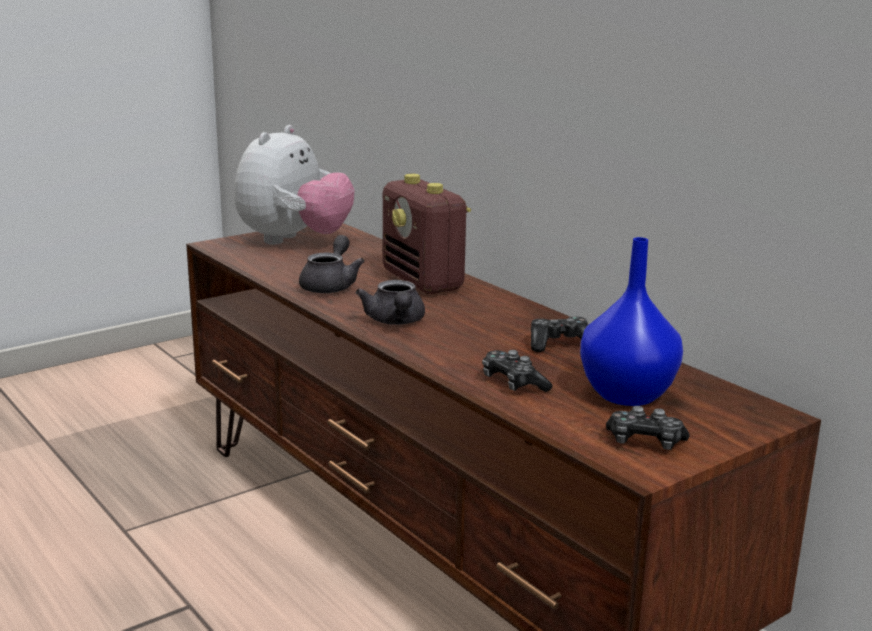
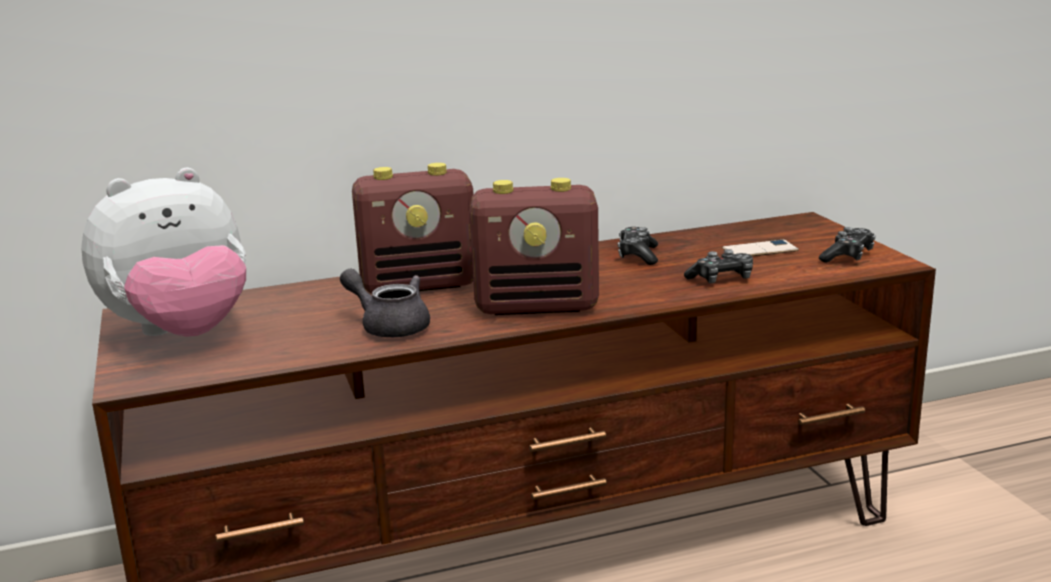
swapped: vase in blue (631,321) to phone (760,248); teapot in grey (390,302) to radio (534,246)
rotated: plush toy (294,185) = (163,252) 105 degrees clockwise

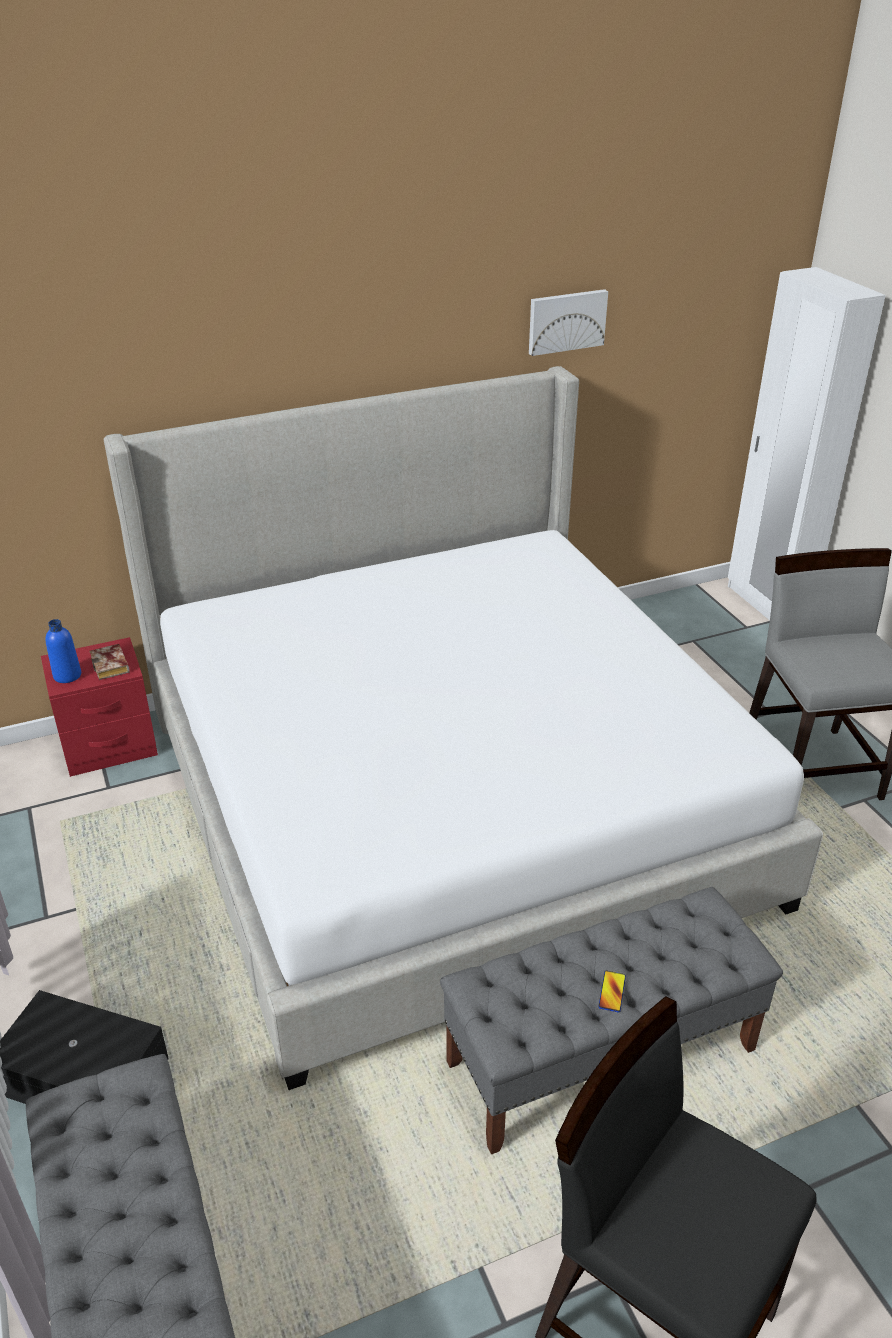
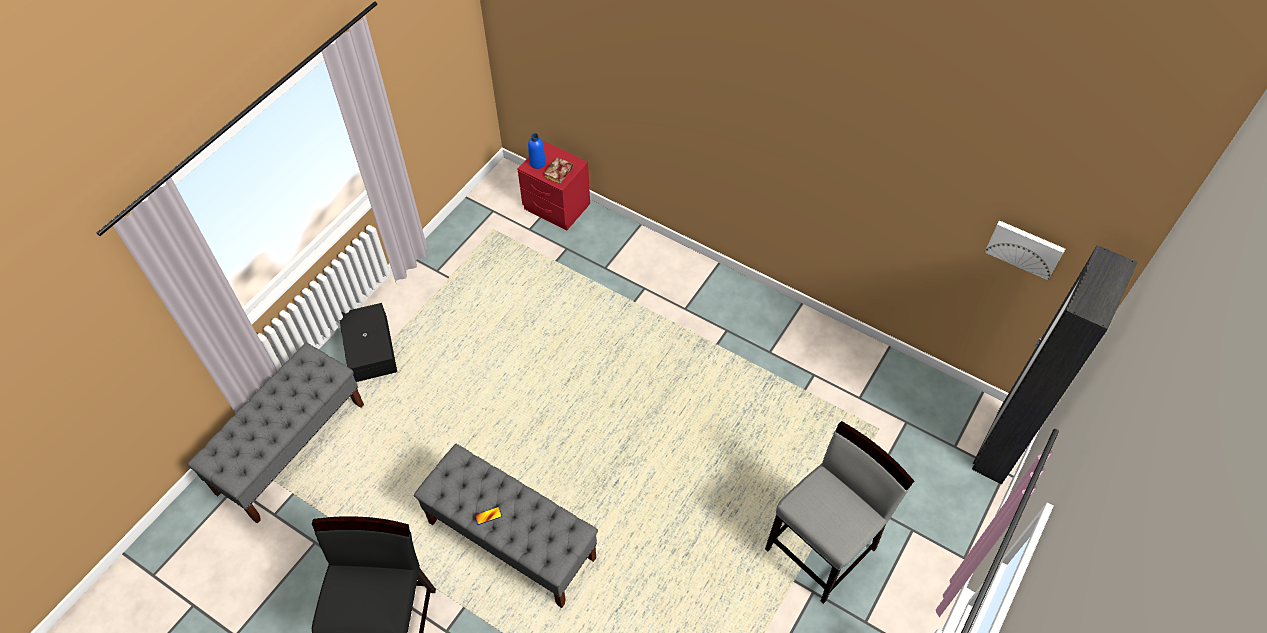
gone: bed (463,728)
shifted: picture (568,322) to (1025,250)
repainted: wardrobe in white (807,443) to wardrobe in black (1055,365)

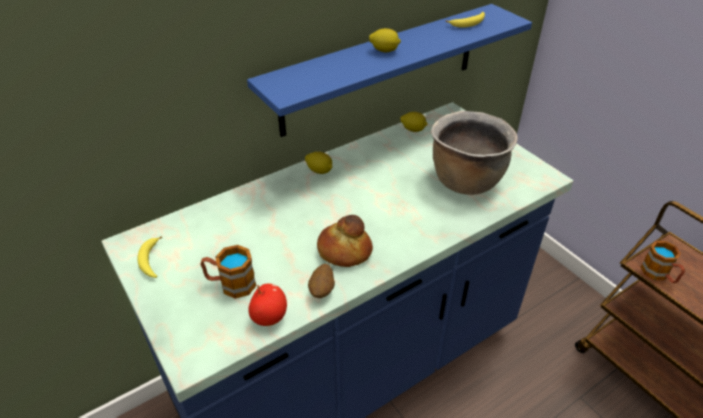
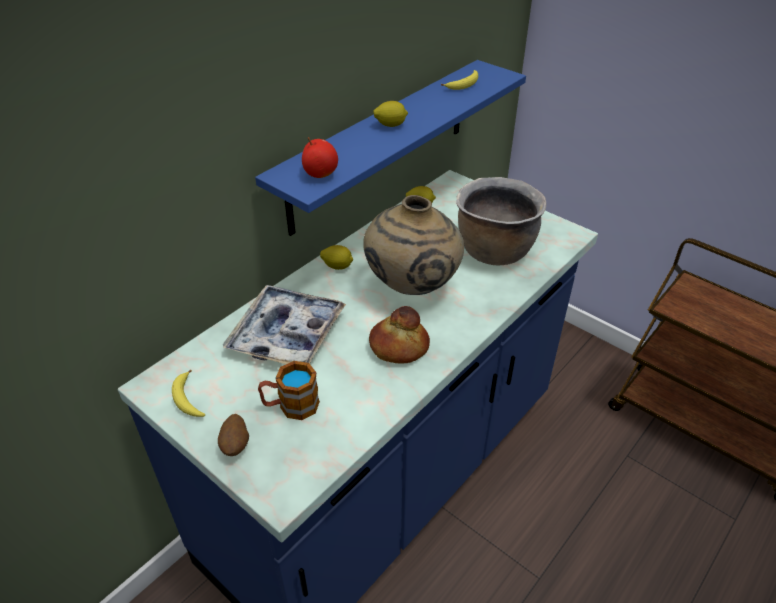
gone: mug (662,262)
new: vase in beige (413,245); tray (284,324)
shifted: potato (321,281) to (233,435); apple (267,305) to (320,157)

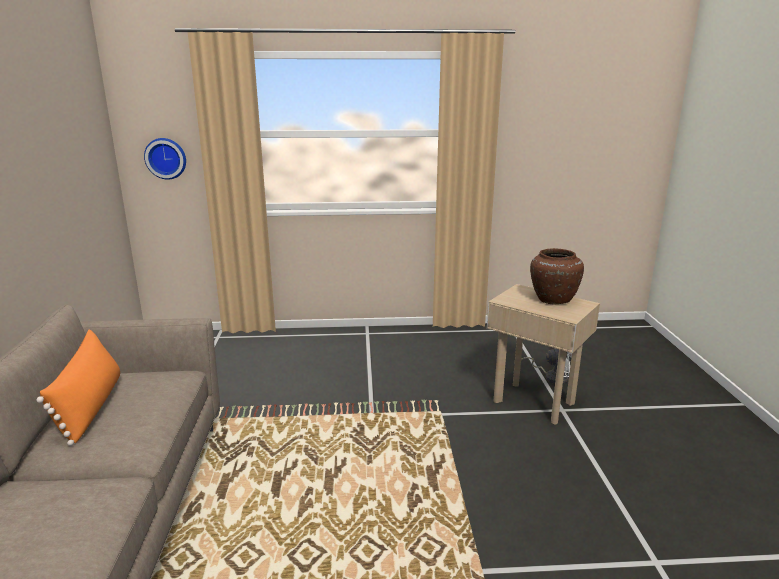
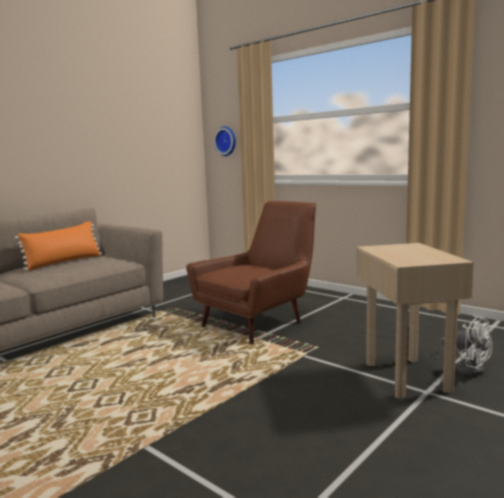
gone: vase in brown (557,276)
new: armchair in brown (251,272)

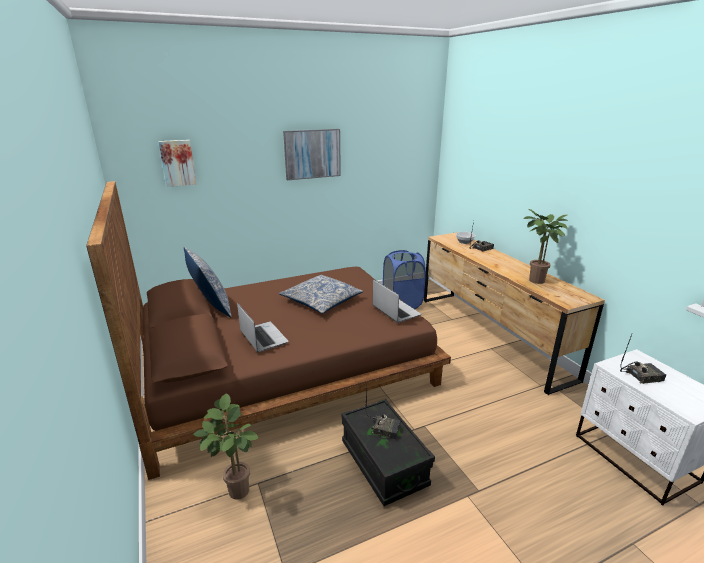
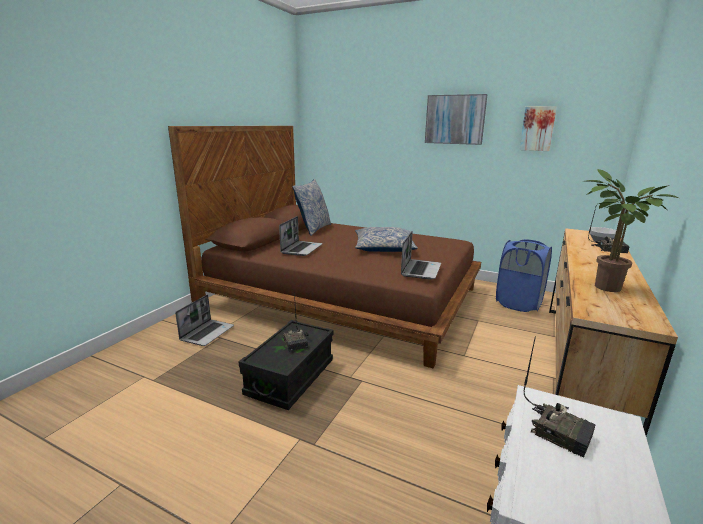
shifted: picture (177,163) to (538,128)
swapped: potted plant (225,446) to laptop (204,320)

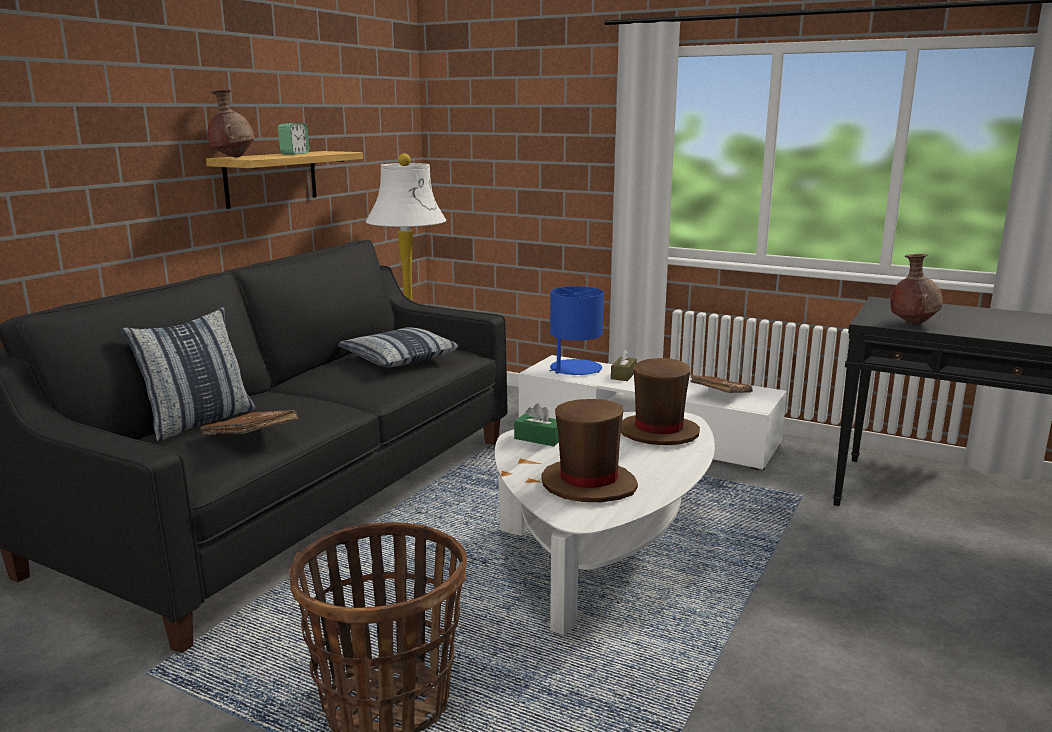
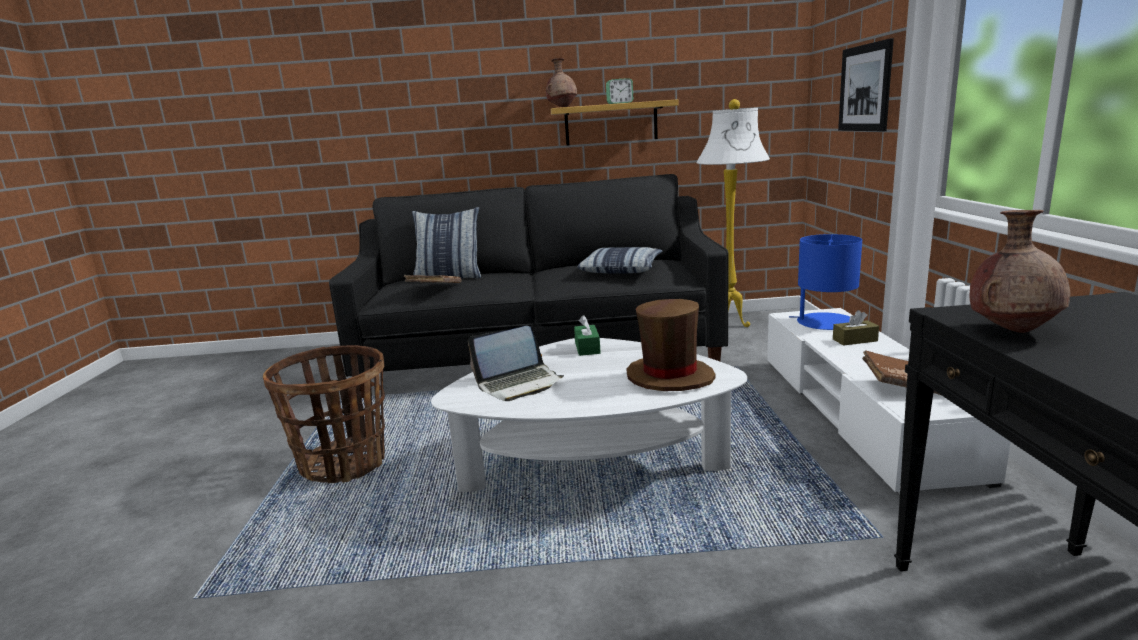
new: picture (866,84)
swapped: hat in brown (590,450) to laptop (516,363)

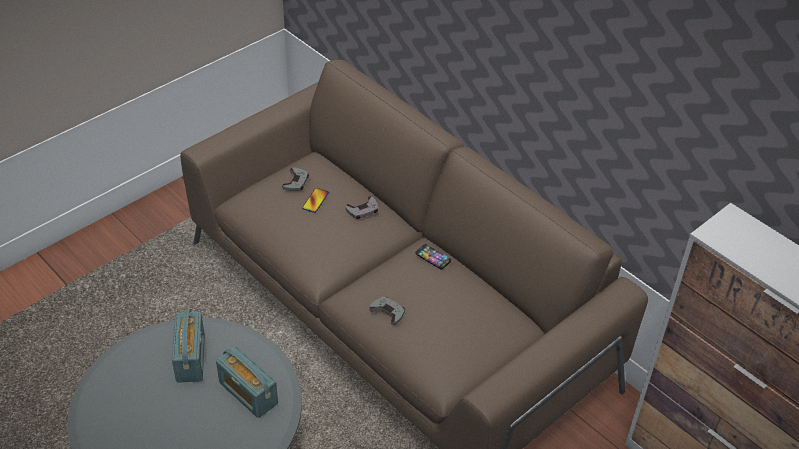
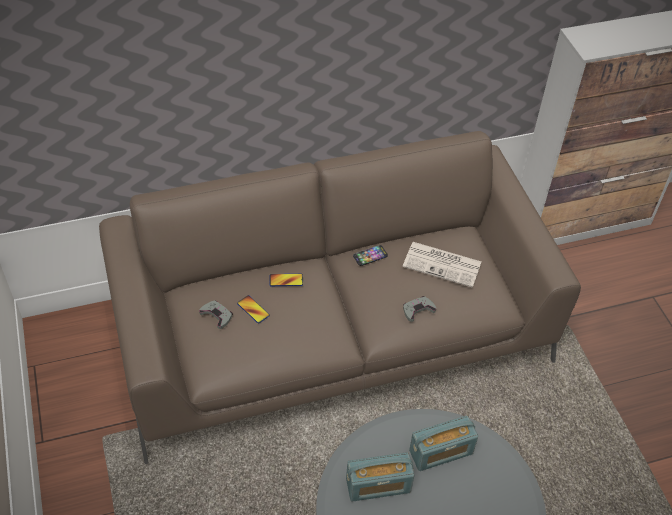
new: newspaper (442,265)
swapped: game controller in grey (362,207) to phone (286,280)
rotated: radio (188,346) = (380,477) 150 degrees clockwise

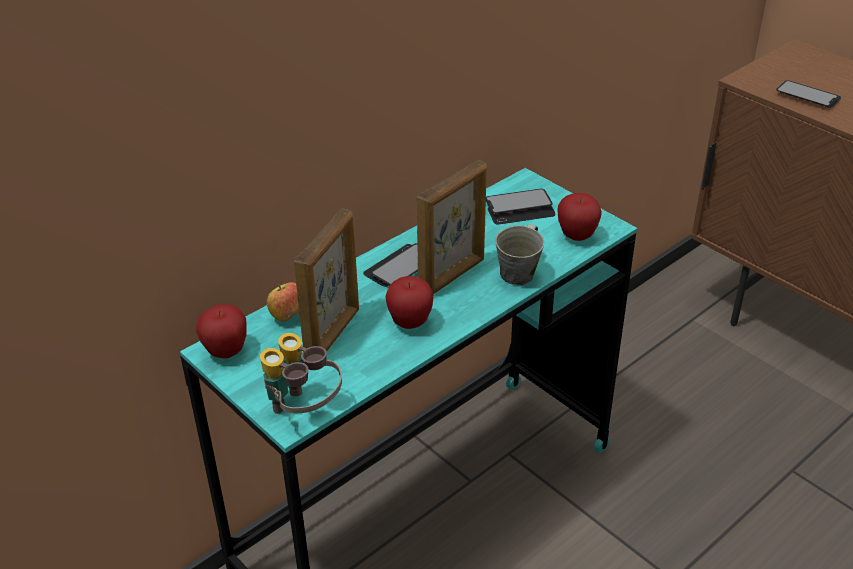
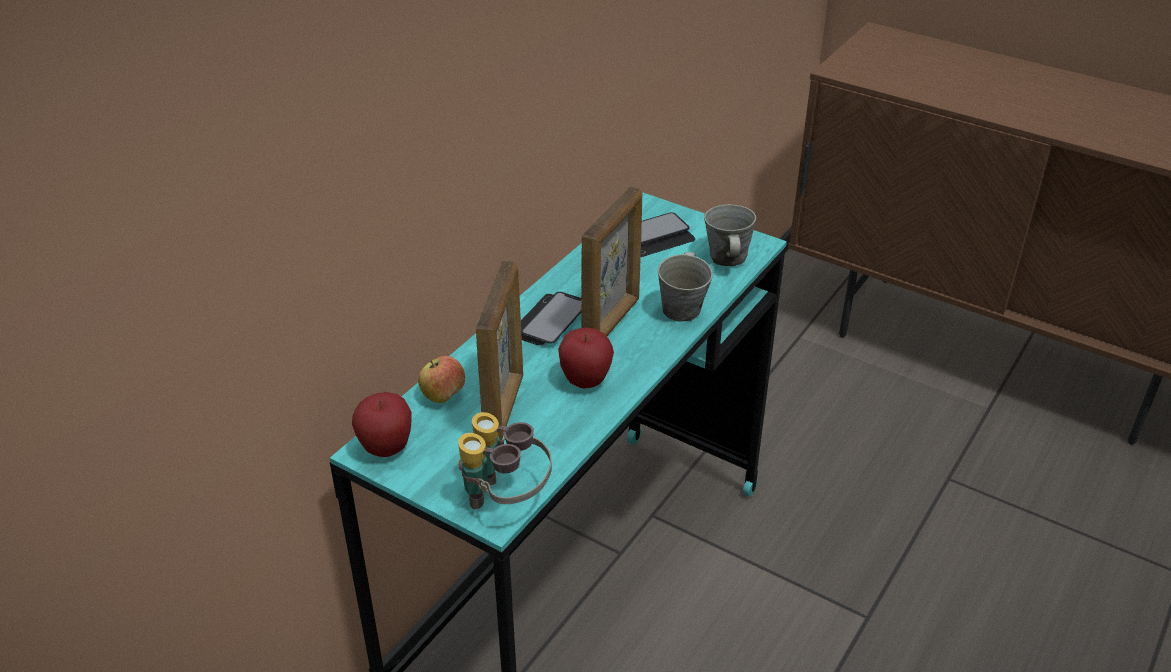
gone: phone (808,94)
swapped: apple (579,217) to mug in grey (730,235)

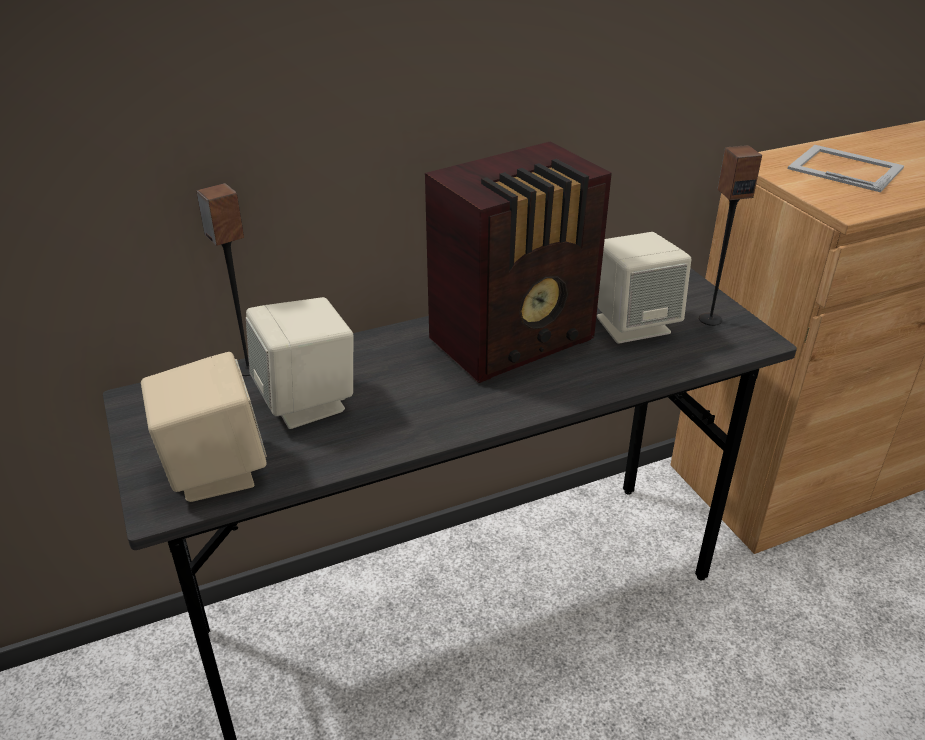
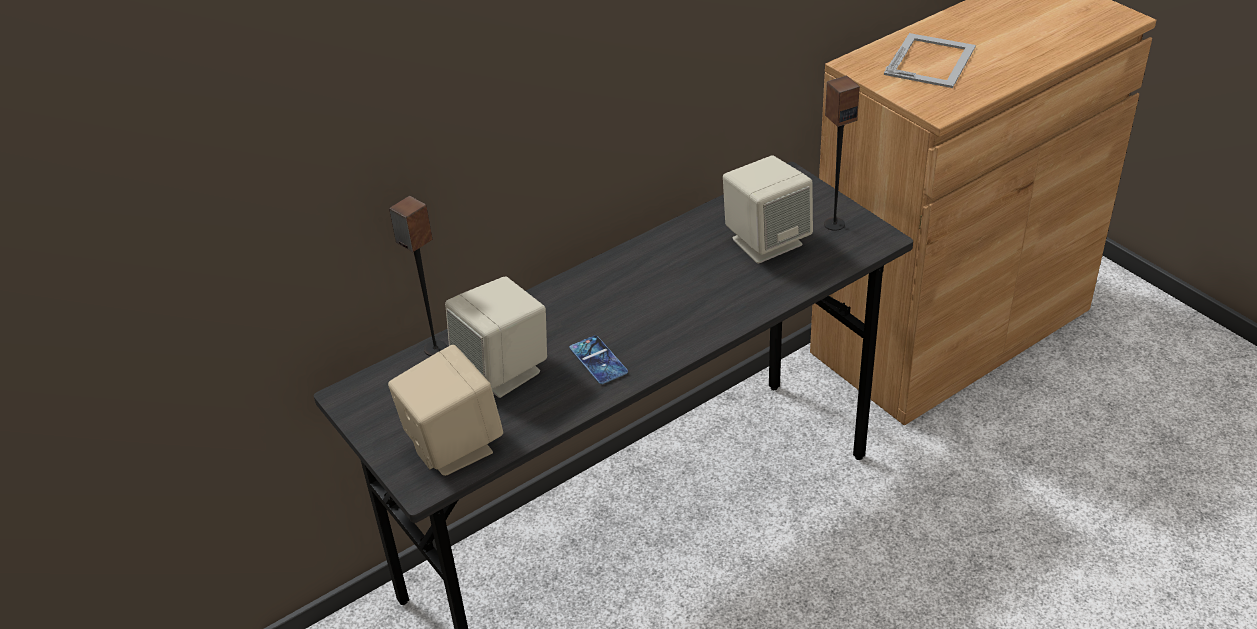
gone: radio (518,262)
new: phone (598,359)
rotated: picture frame (845,168) = (930,60) 90 degrees clockwise

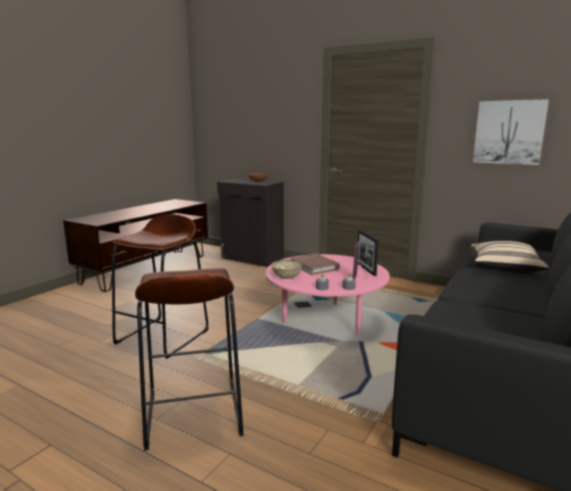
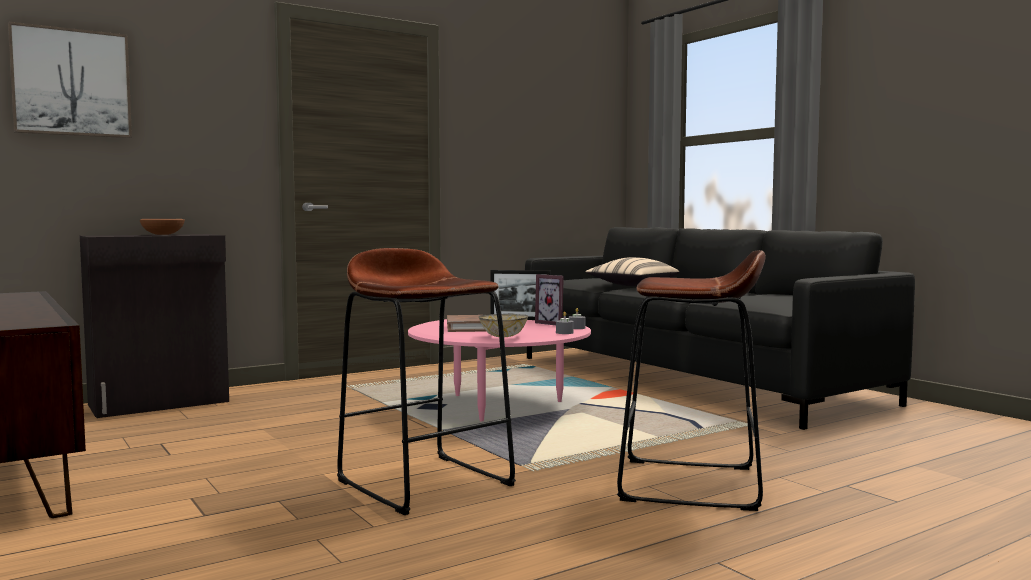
shifted: picture (511,132) to (70,79)

